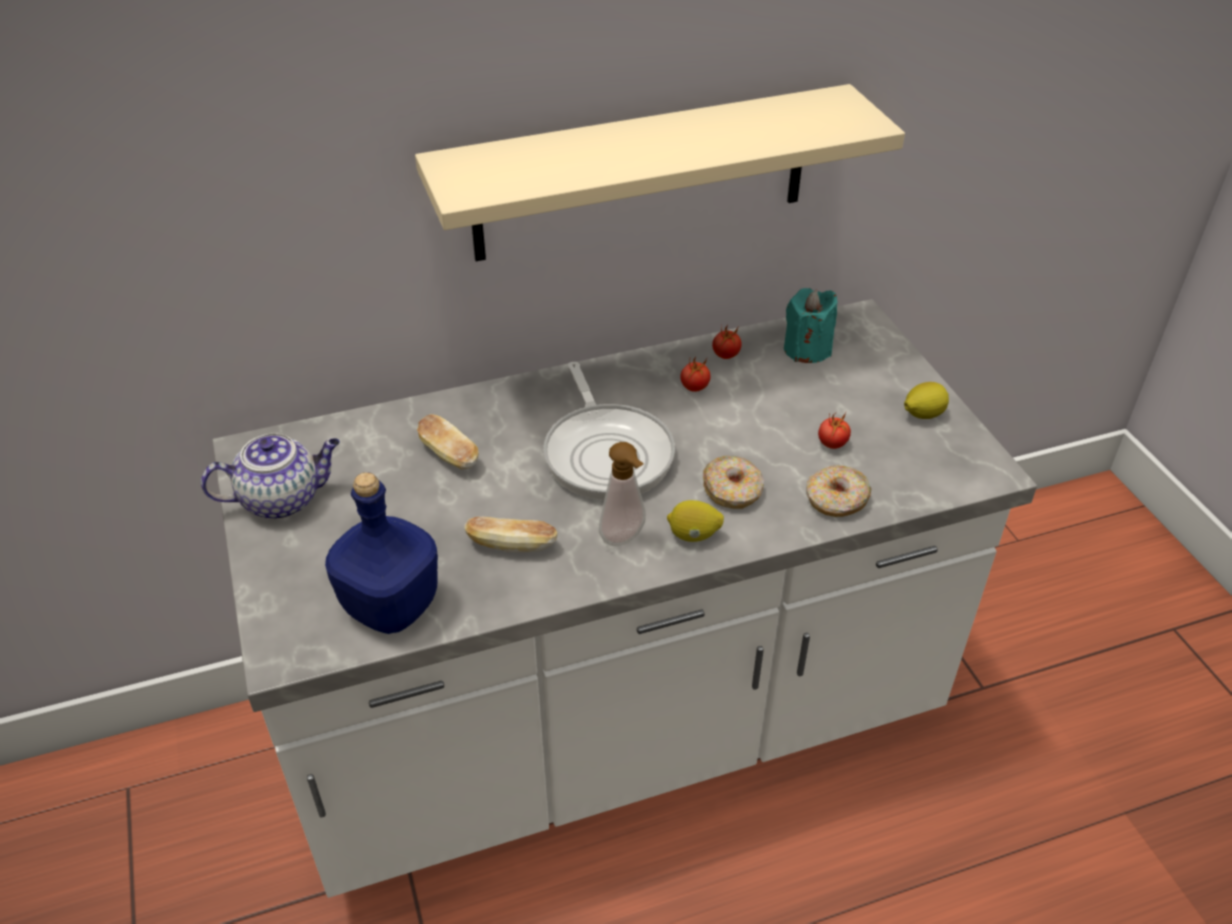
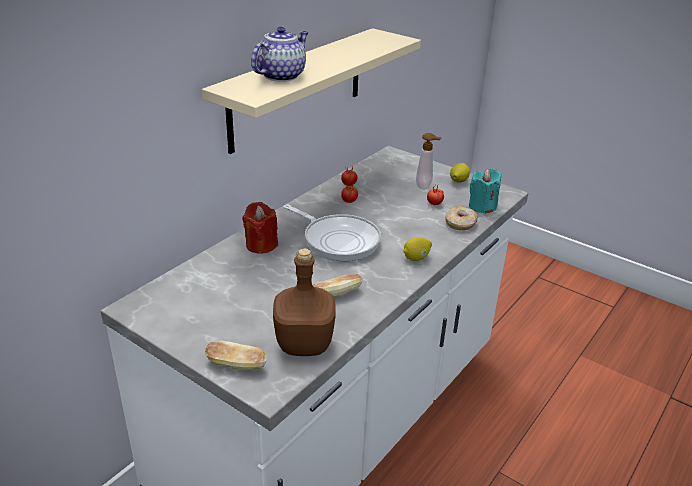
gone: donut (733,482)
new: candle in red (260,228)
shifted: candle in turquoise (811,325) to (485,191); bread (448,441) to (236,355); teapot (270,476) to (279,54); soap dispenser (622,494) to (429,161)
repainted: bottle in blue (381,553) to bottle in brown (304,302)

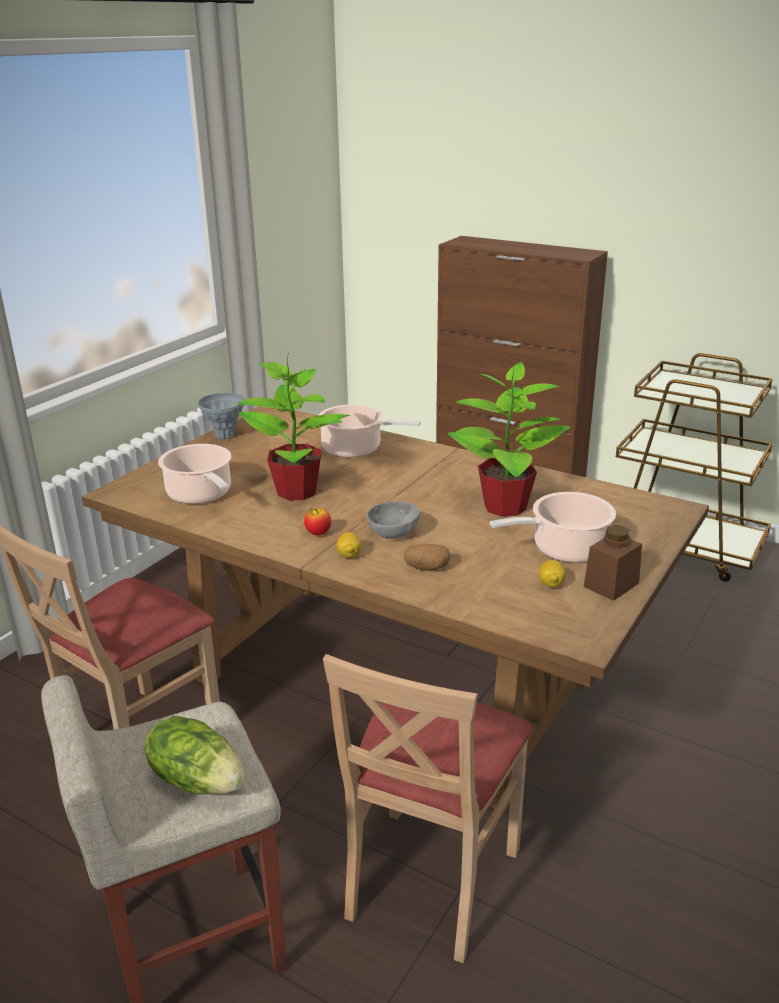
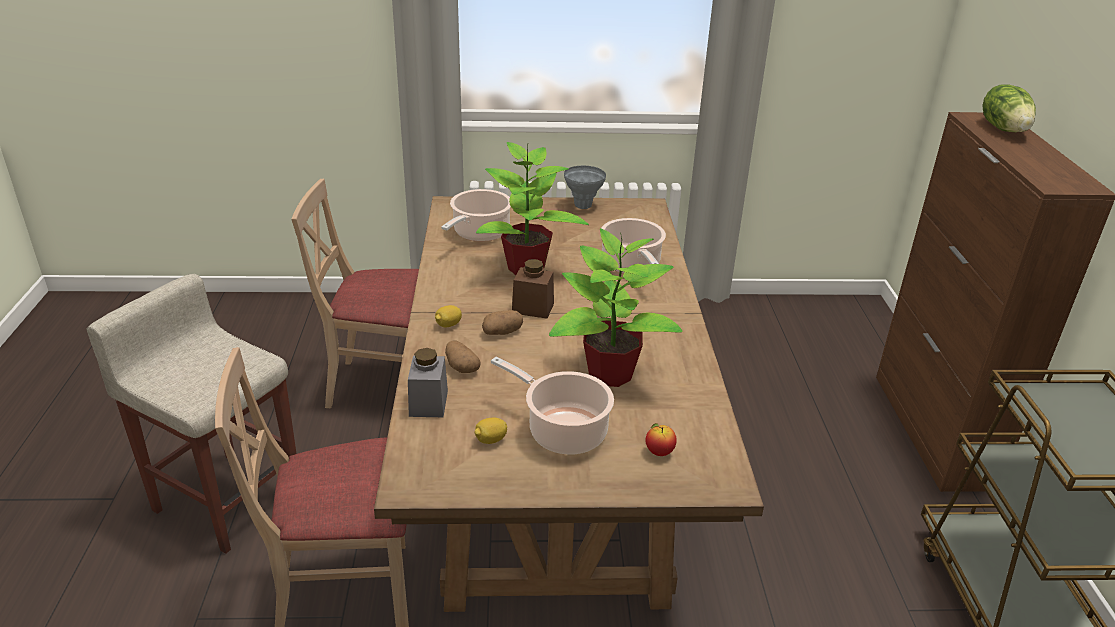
new: jar in grey (428,382)
shifted: apple (317,521) to (661,439); jar in brown (613,563) to (533,289); lettuce (194,755) to (1009,108)
swapped: bowl in grey (393,520) to potato (502,322)

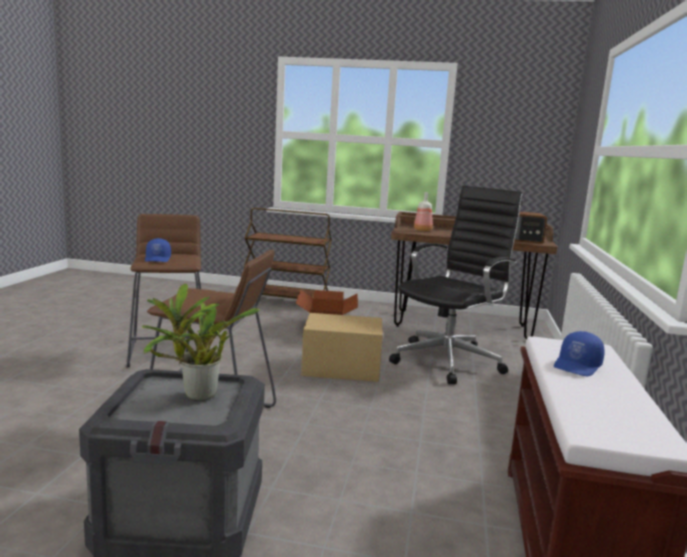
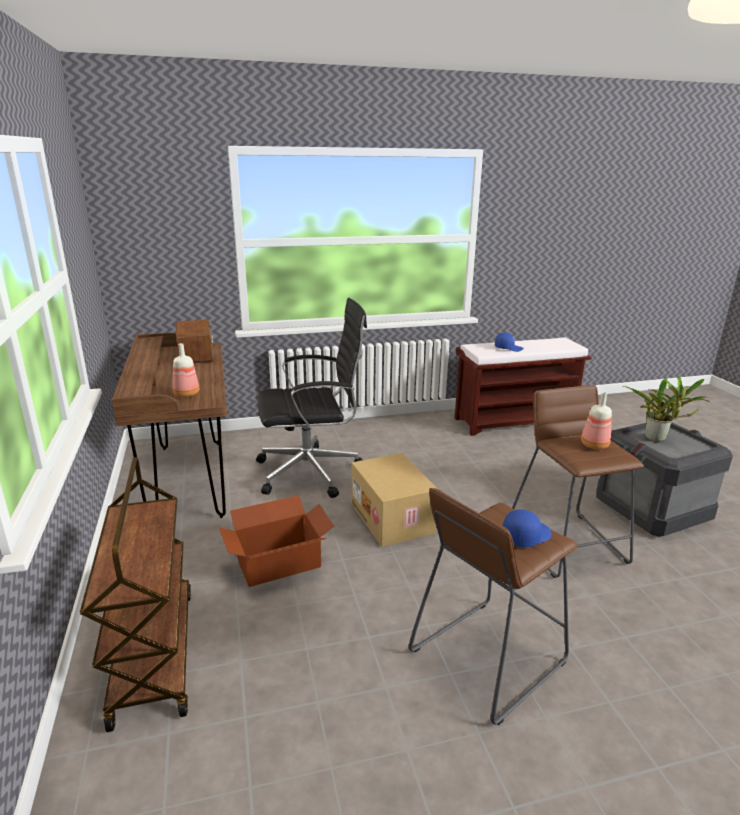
new: bottle (596,420)
rotated: office chair in black (456,285) = (311,398) 150 degrees clockwise

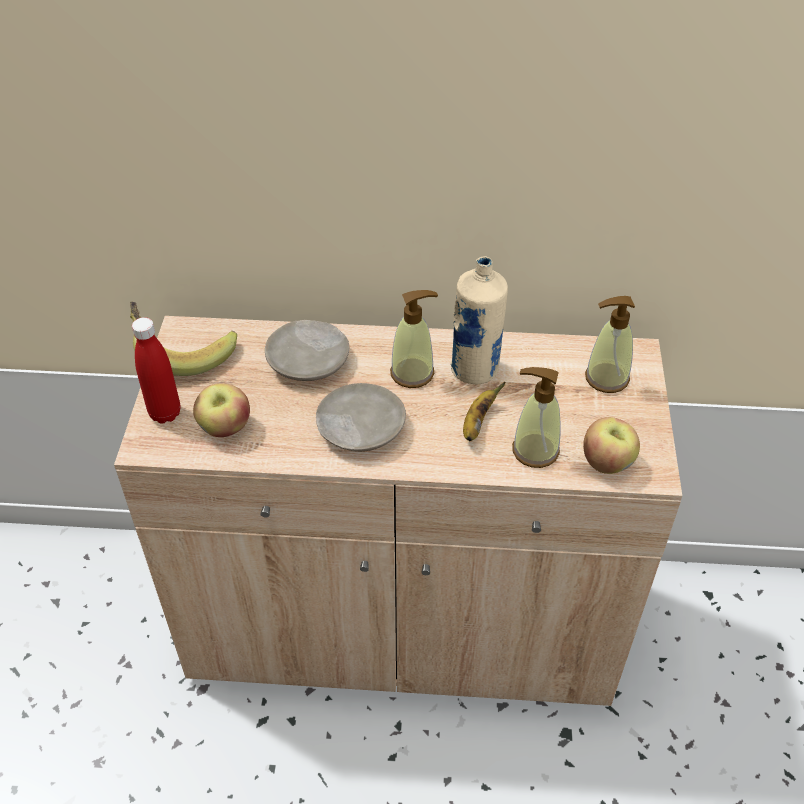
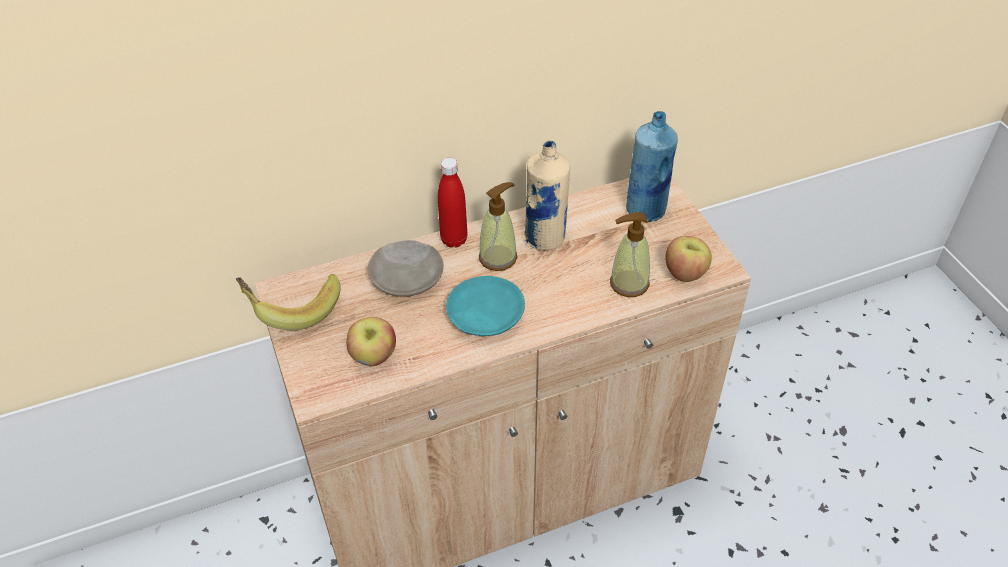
gone: banana (484,411)
shifted: bottle in red (156,370) to (452,203)
swapped: soap dispenser (610,344) to bottle in blue (652,166)
repainted: plate in beige (361,417) to plate in turquoise (485,306)

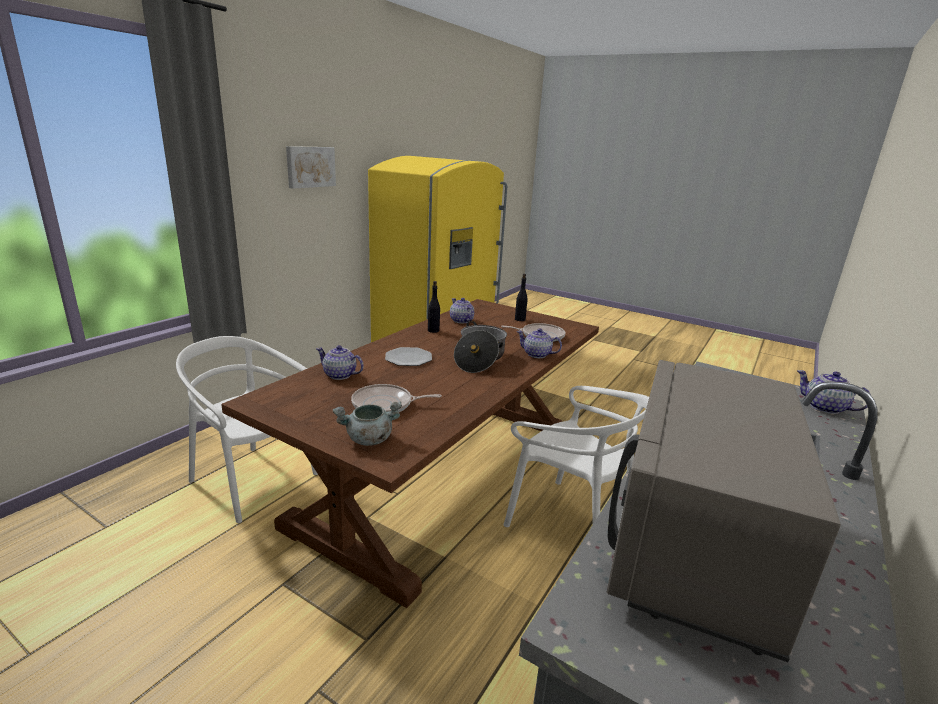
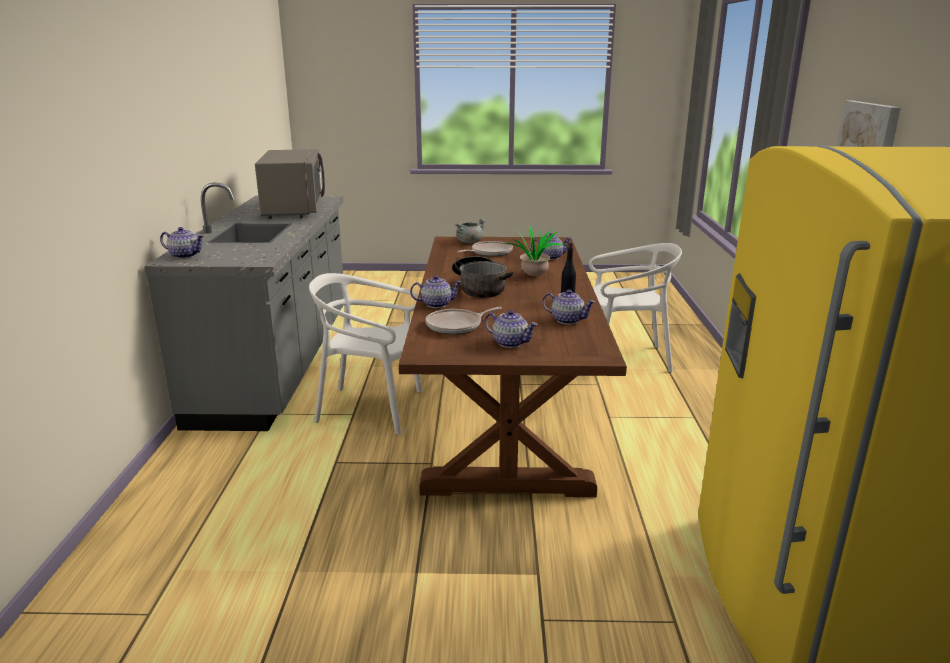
swapped: bottle in black (521,297) to teapot (511,329); plate (408,356) to potted plant (534,251)

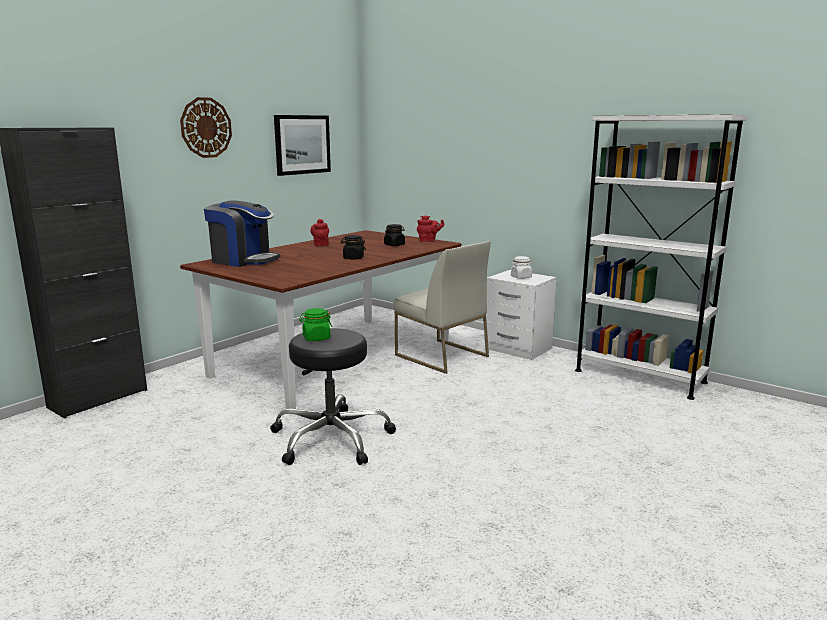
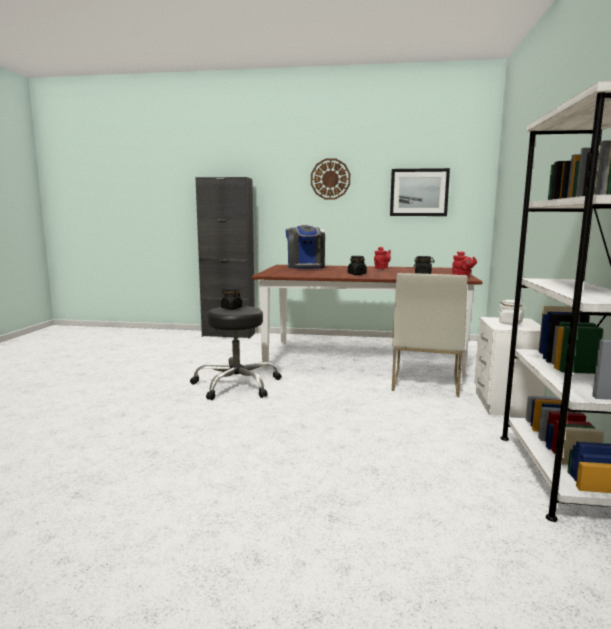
repainted: jar in green (315,324) to jar in black (231,298)

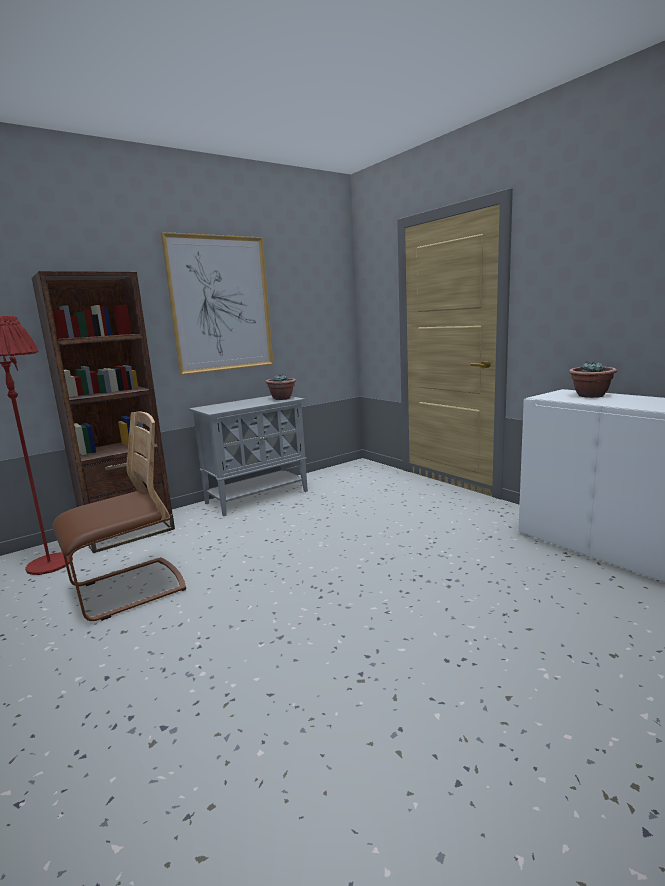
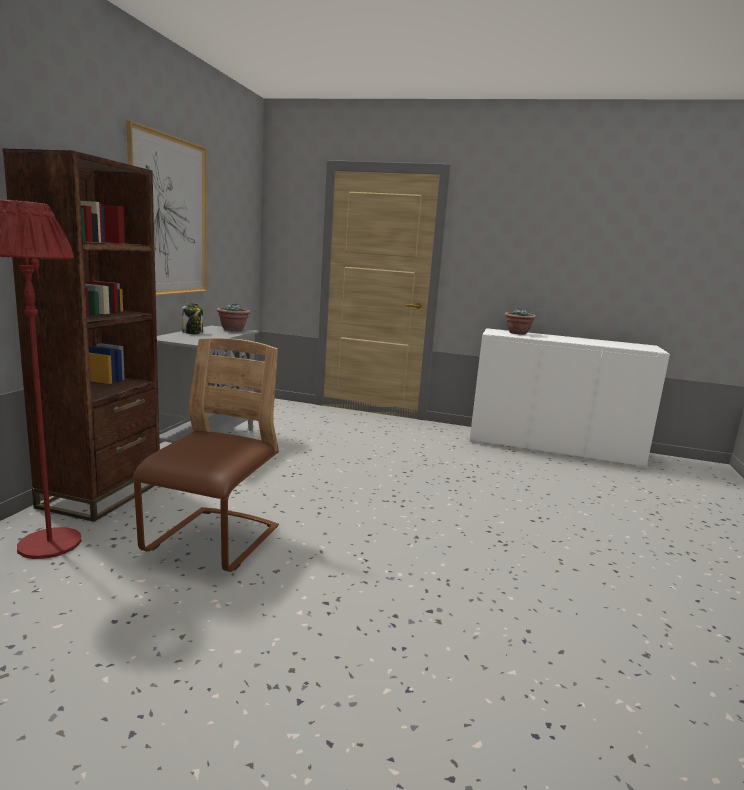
new: jar (192,318)

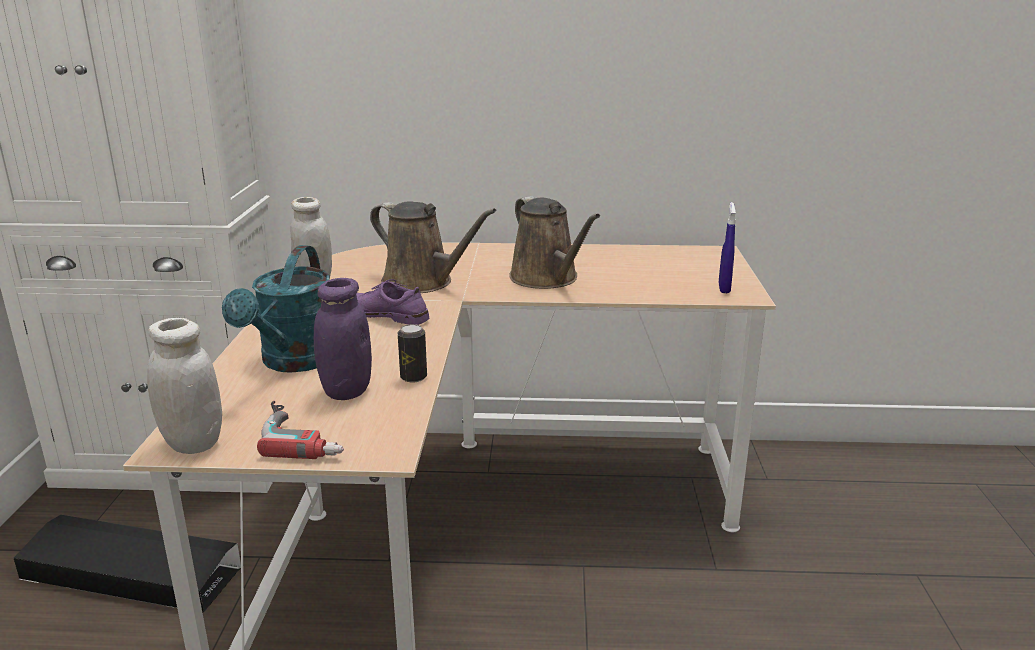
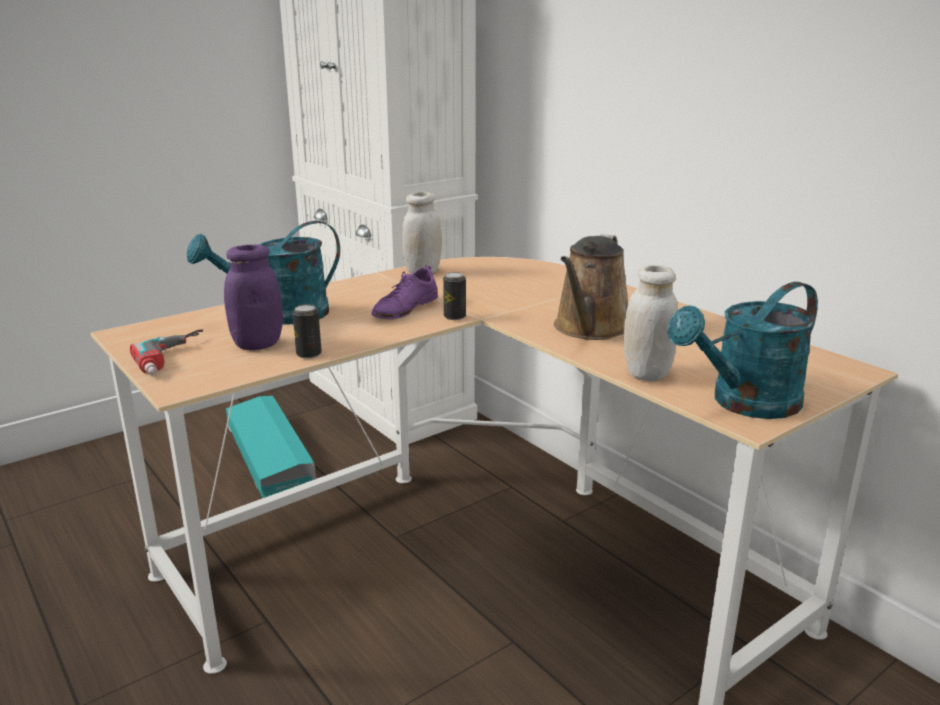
gone: watering can in brown (433,247)
new: can (454,296)
shifted: jar in white (184,386) to (651,323)
swapped: spray bottle in blue (727,247) to watering can in turquoise (743,350)
repainted: storage box in black (127,563) to storage box in turquoise (271,447)
rotated: shoe in purple (392,302) = (405,292) 135 degrees counterclockwise

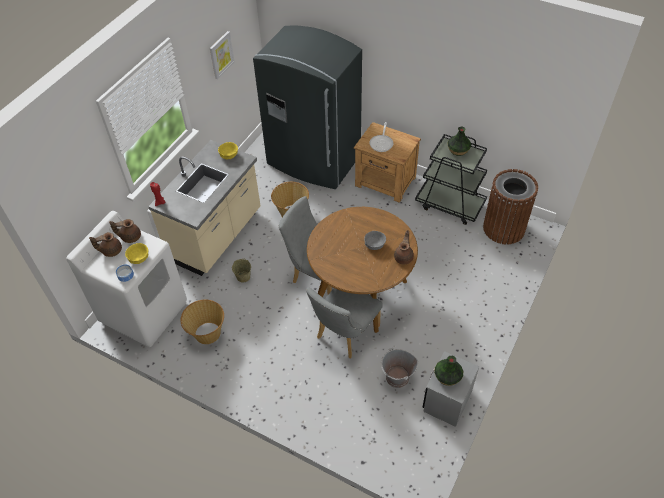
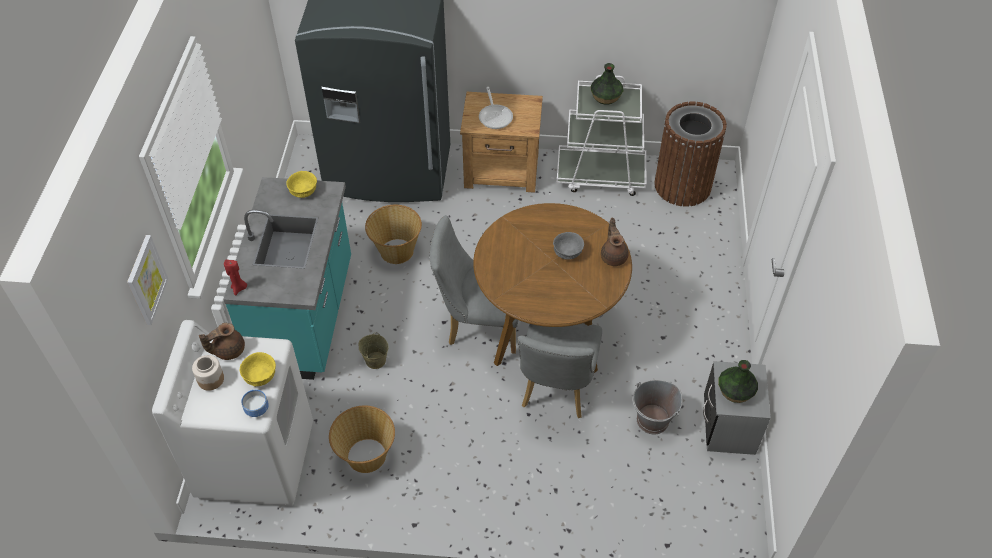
shifted: picture (222,55) to (147,280)
swapped: teapot in brown (105,244) to jar (208,373)
repainted: cart in black (451,179) to cart in white (601,135); counter in beige (204,208) to counter in turquoise (287,278)

